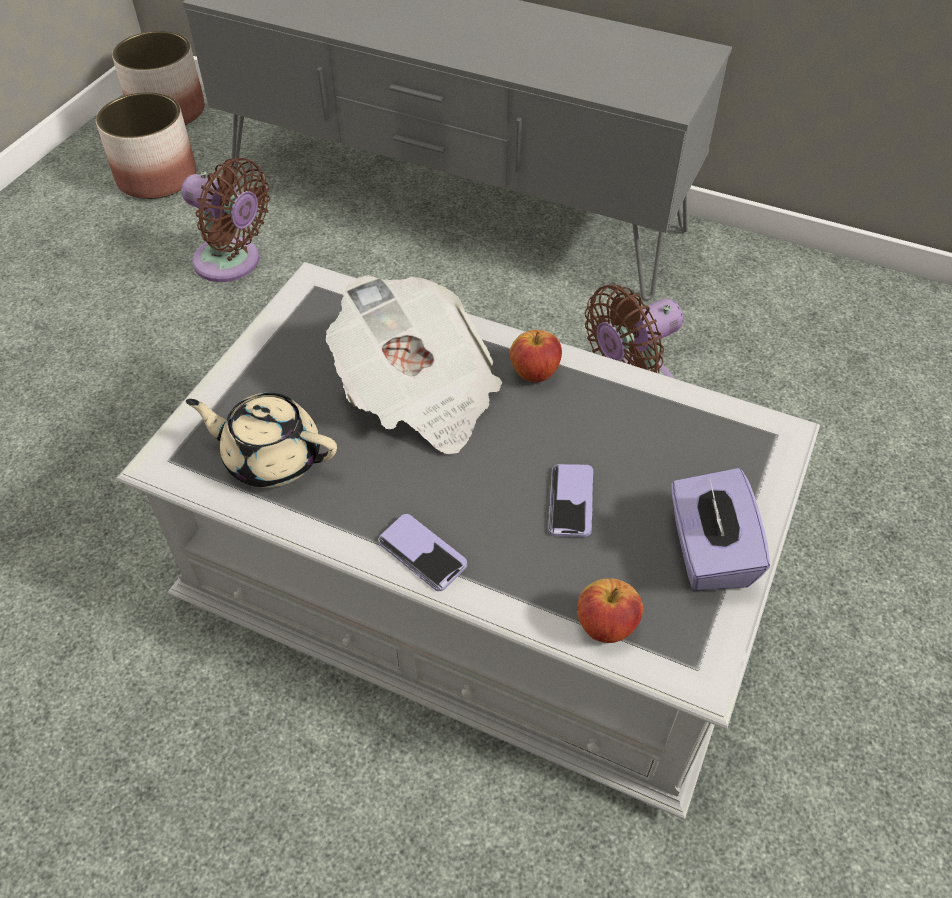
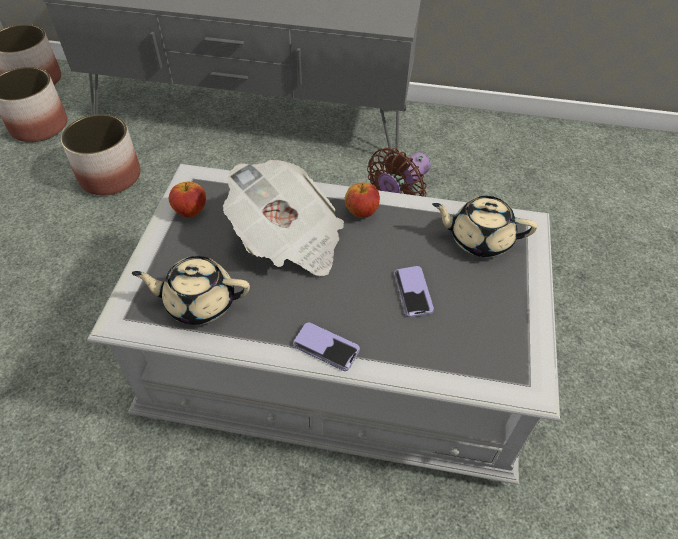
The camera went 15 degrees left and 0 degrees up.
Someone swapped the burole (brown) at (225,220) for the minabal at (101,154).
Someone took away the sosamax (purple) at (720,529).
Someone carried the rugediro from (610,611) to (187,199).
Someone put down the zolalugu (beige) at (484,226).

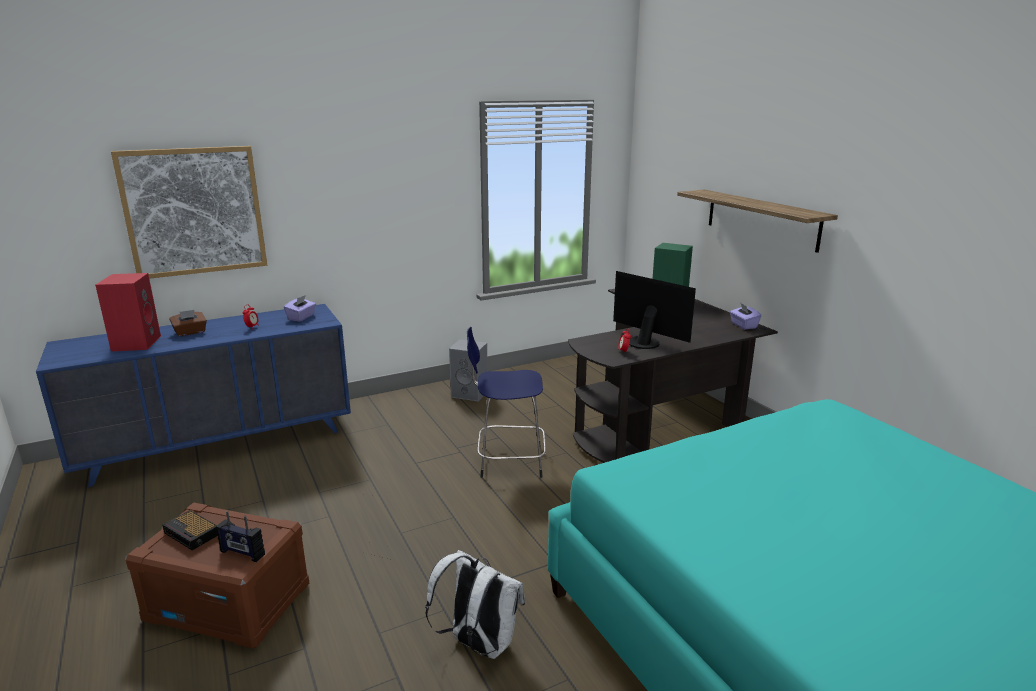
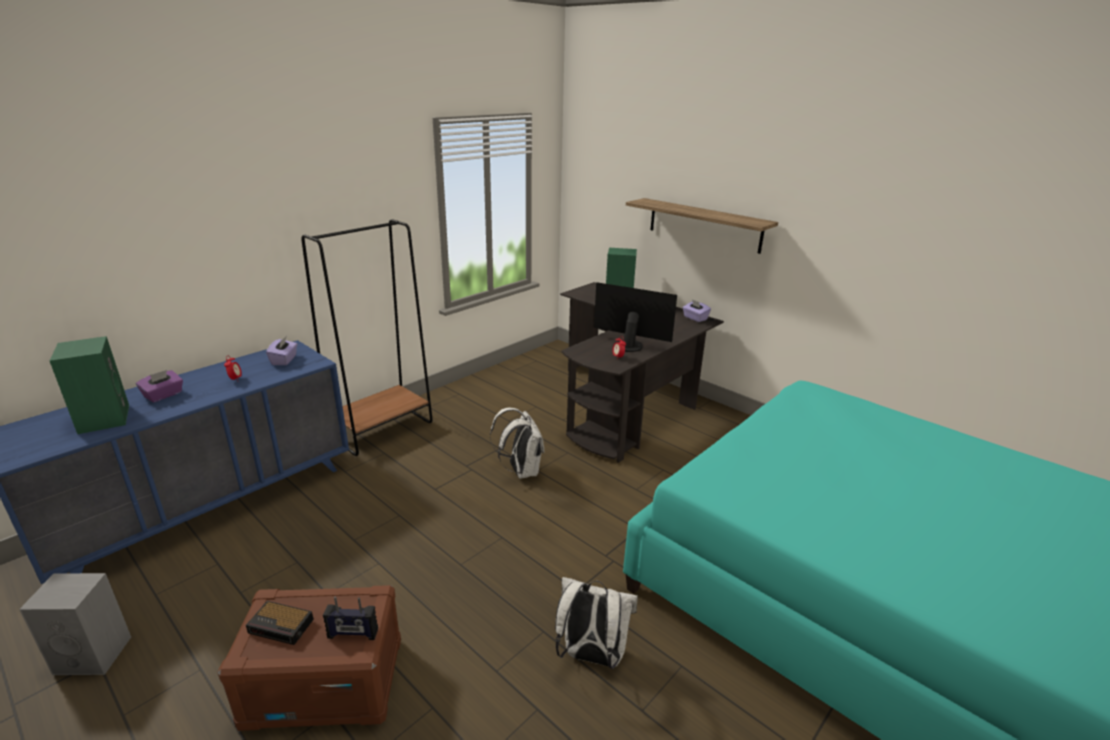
The camera went 20 degrees left and 5 degrees up.
Someone took away the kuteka at (189,212).
Someone repainted the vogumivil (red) at (128,312), which became the vogumivil (green) at (89,385).
Someone repainted the sosamax (brown) at (188,323), which became the sosamax (purple) at (159,386).
Someone swapped the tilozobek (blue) at (506,402) for the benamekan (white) at (517,443).
Someone carried the vogumivil (grey) from (468,370) to (75,624).
Someone put down the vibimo at (367,337).

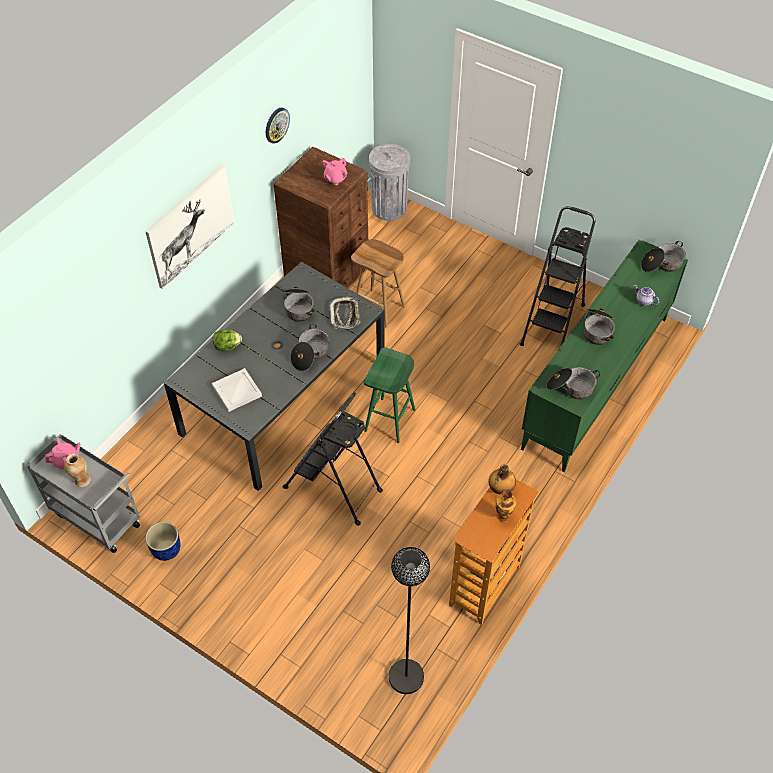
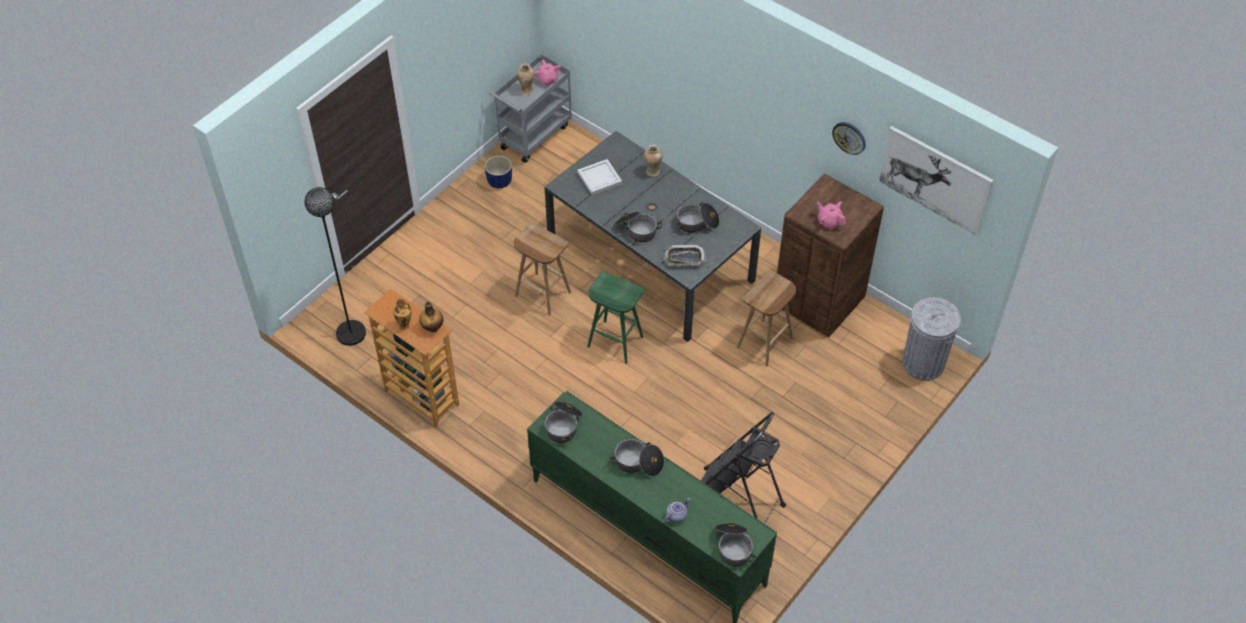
The camera went 95 degrees right and 0 degrees up.
Someone carried the kuteka from (189,226) to (936,181).
Someone swapped the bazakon at (227,340) for the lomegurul at (653,161).
Someone swapped the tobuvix at (333,459) for the tilozobek (brown) at (542,269).

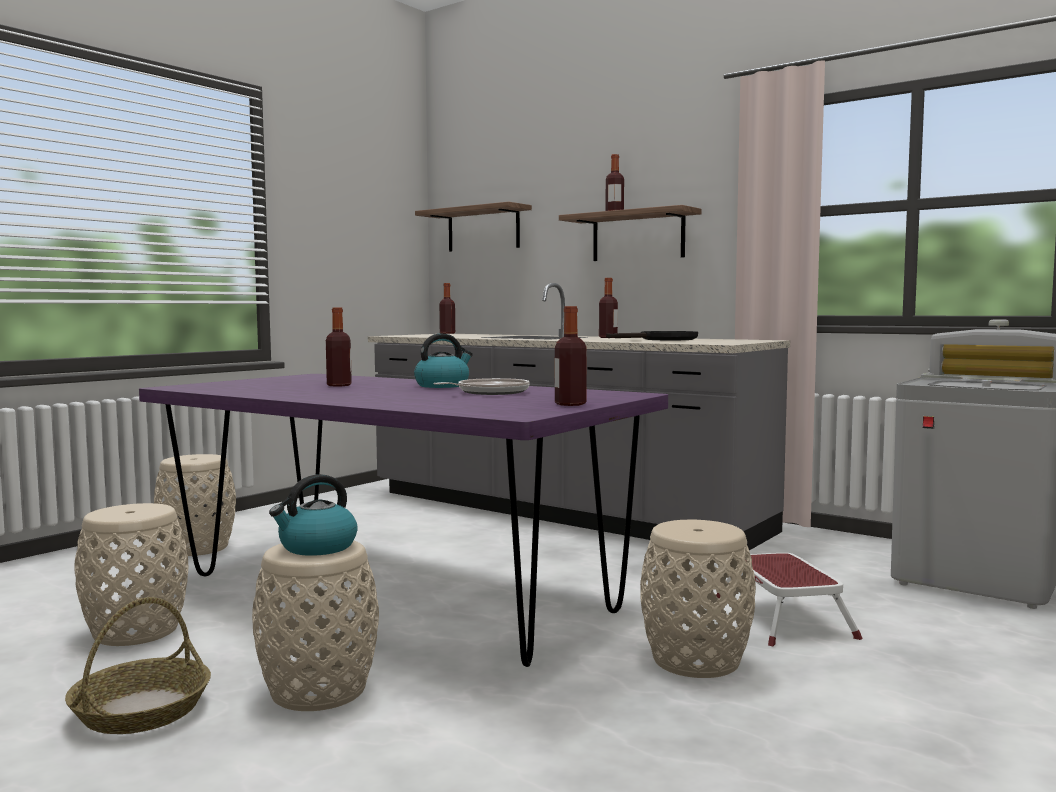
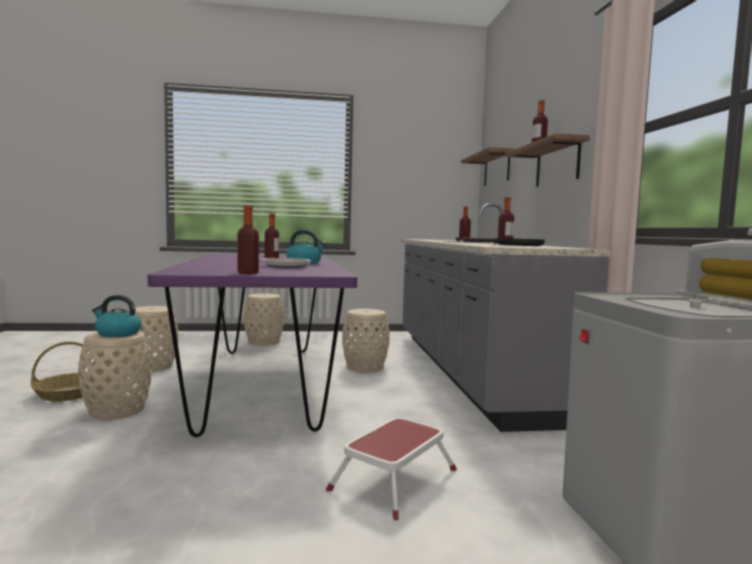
The camera went 45 degrees right and 0 degrees up.
Someone carried the tilozobek (beige) from (698,599) to (366,340).

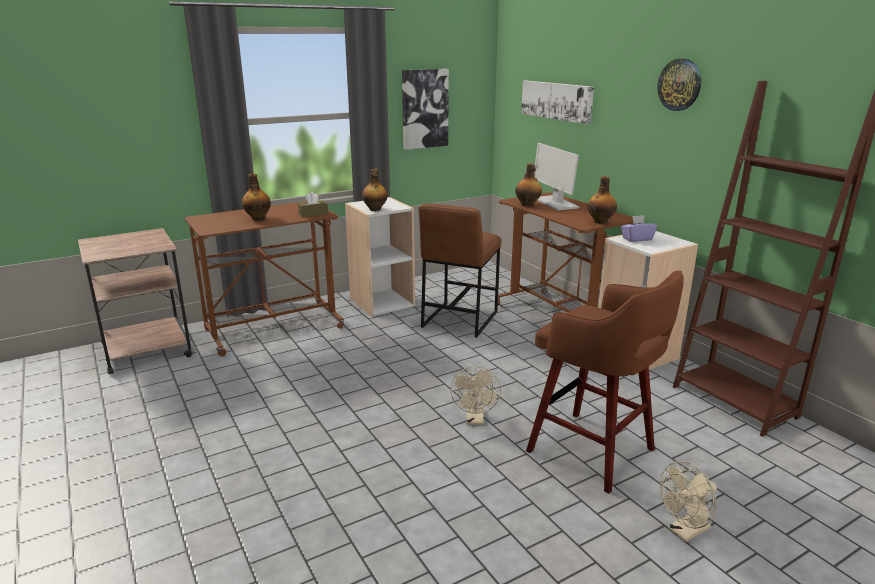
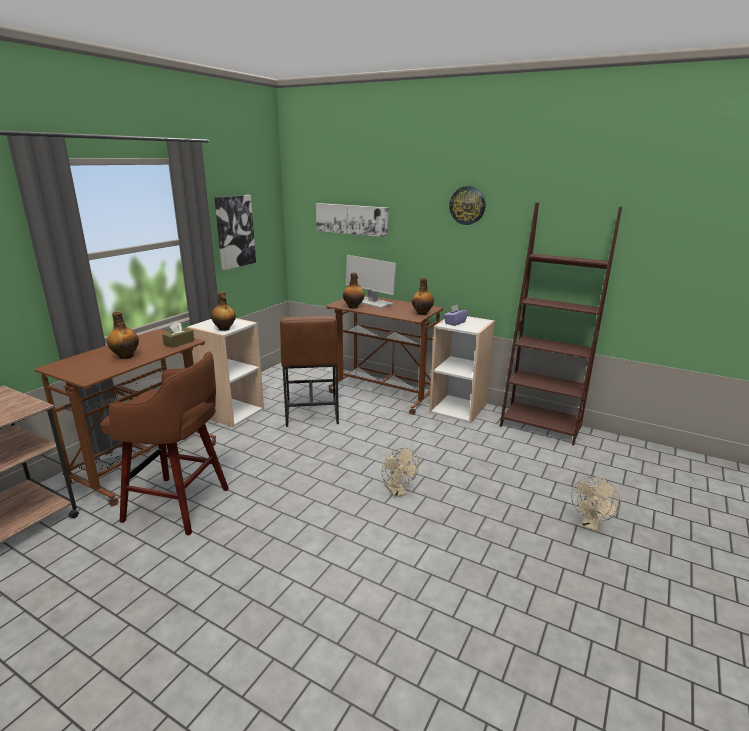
The camera went 30 degrees left and 0 degrees up.
Someone carried the tilozobek (brown) from (605,382) to (165,443).

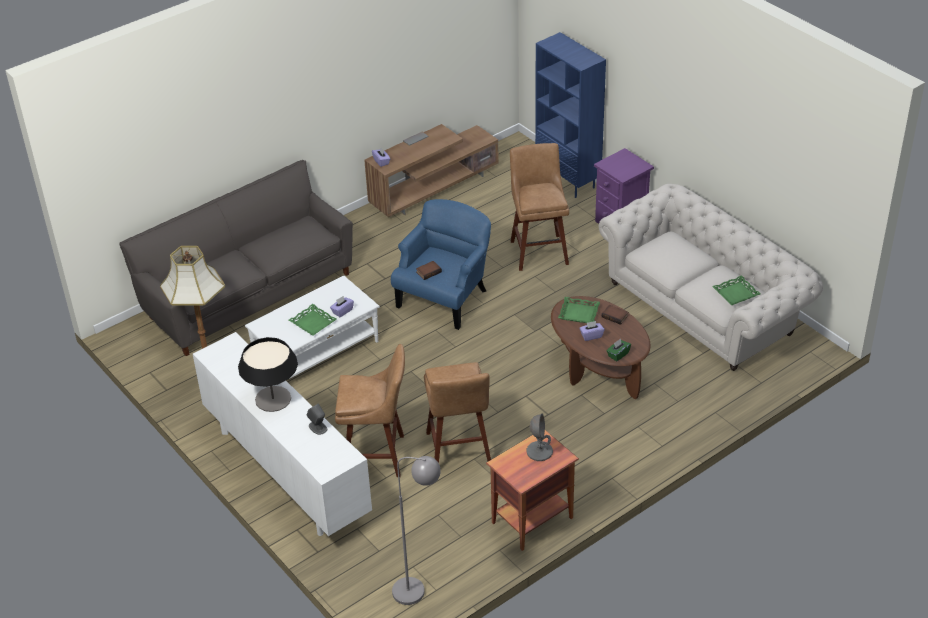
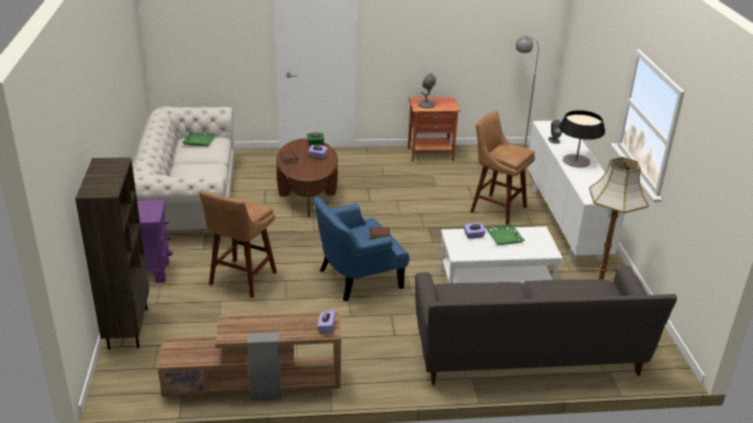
The camera went 150 degrees left and 10 degrees down.
Someone repainted the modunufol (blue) at (570,115), which became the modunufol (brown) at (112,253).
Someone took away the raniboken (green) at (579,310).
Someone took away the tilozobek (brown) at (457,412).

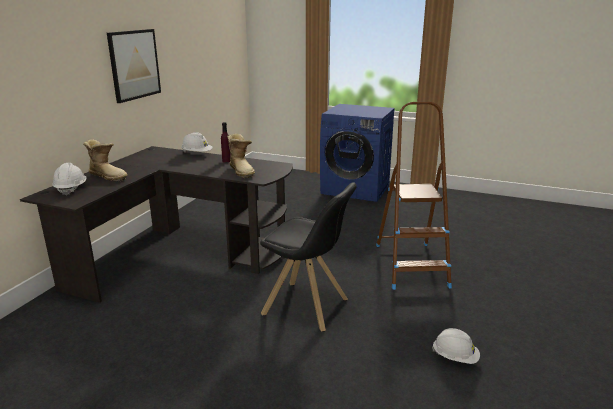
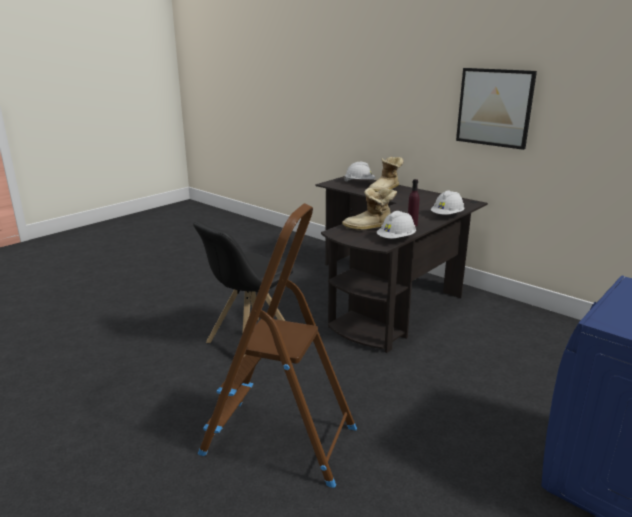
The camera went 110 degrees right and 0 degrees up.
Someone carried the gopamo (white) from (456,346) to (396,225).

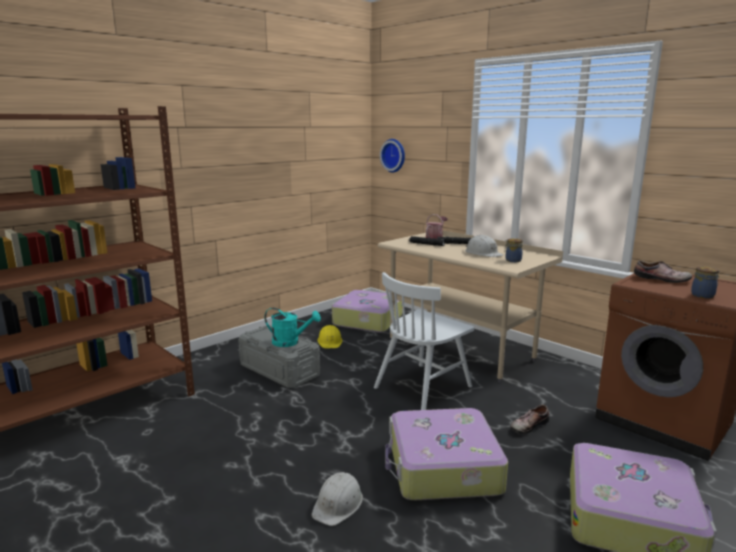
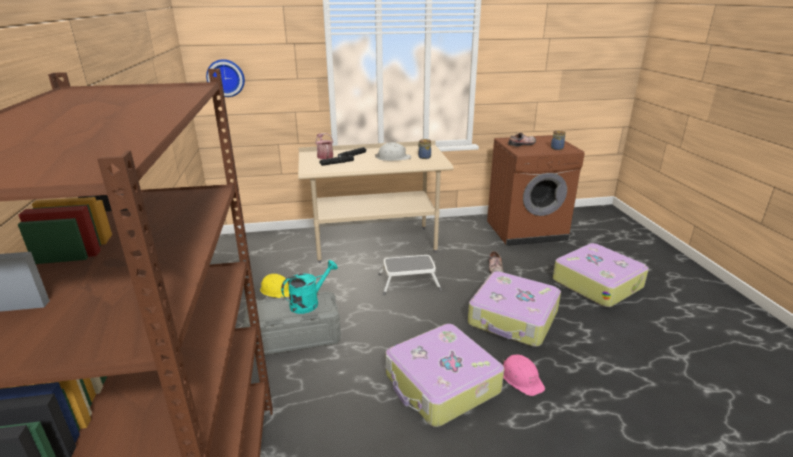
The camera went 55 degrees left and 10 degrees up.
Someone swapped the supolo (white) at (424,341) for the tobuvix (grey) at (410,275).
Someone carried the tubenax from (367,311) to (445,375).
Someone repainted the gopamo (white) at (337,499), which became the gopamo (pink) at (523,375).

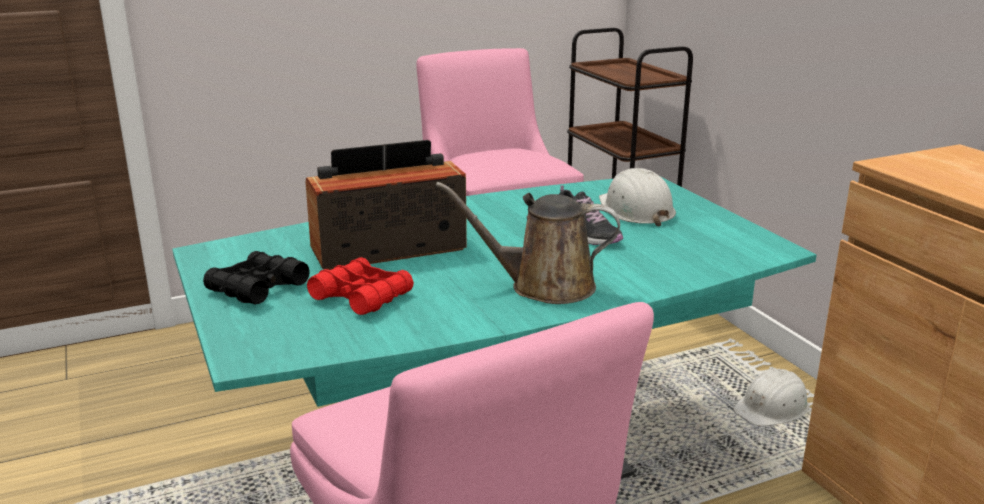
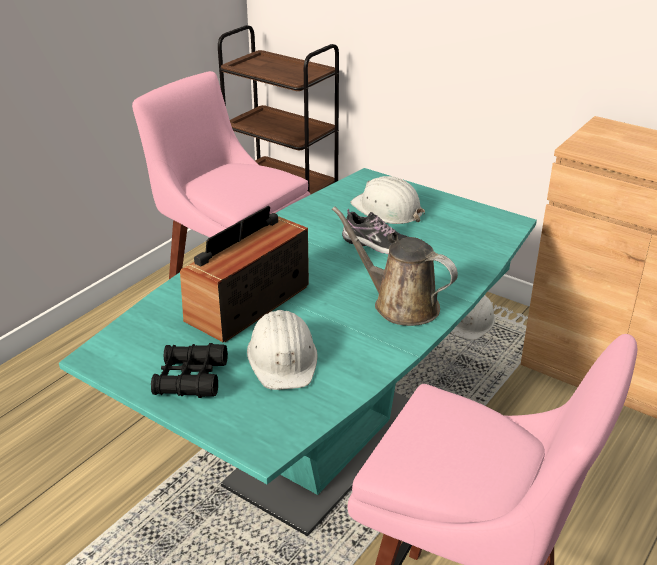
The camera went 30 degrees left and 10 degrees up.
Someone rotated the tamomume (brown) at (527,243) by 60 degrees clockwise.
Someone swapped the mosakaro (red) at (360,286) for the gopamo (white) at (282,350).

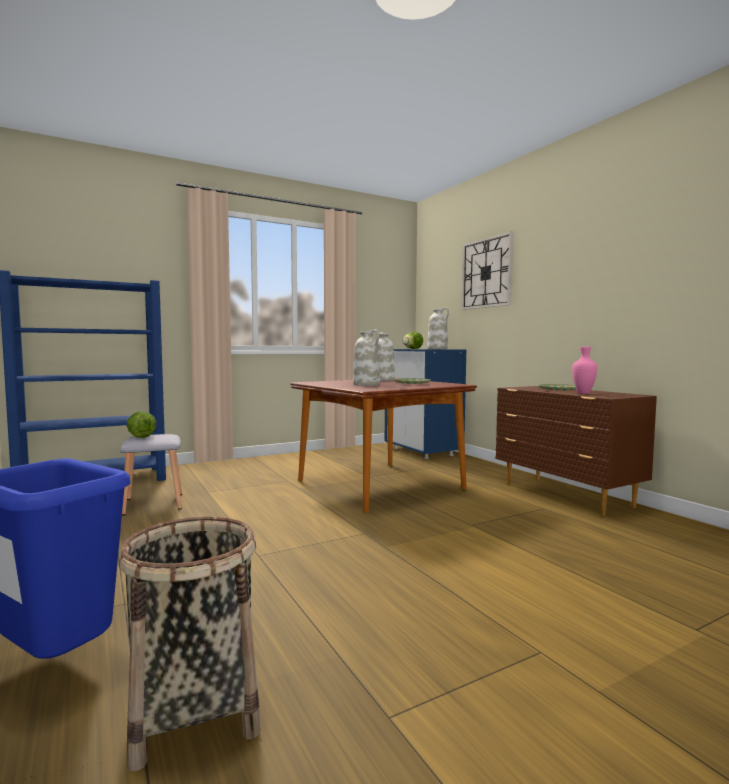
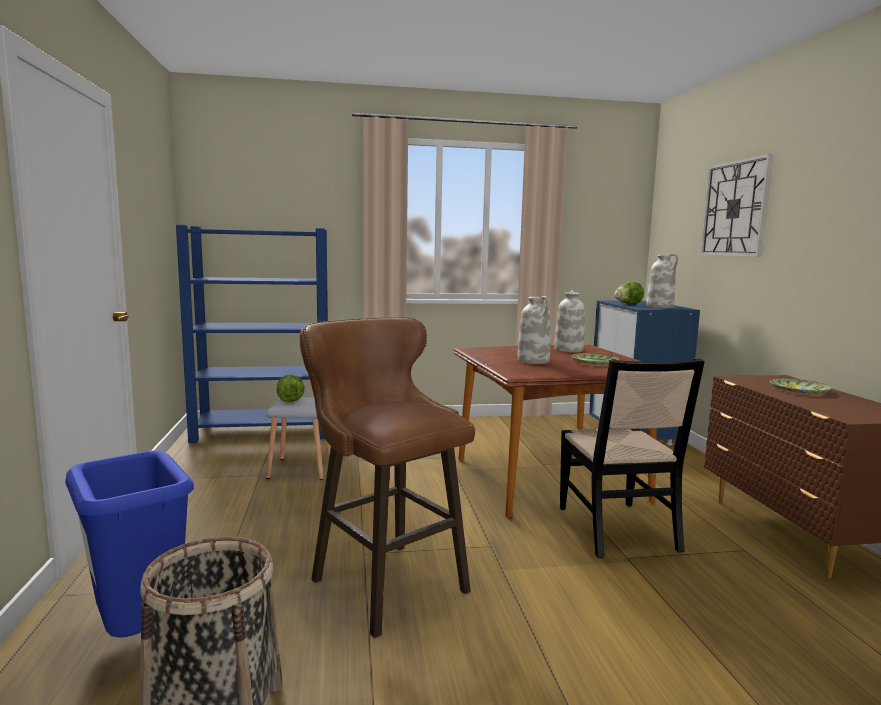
The camera went 20 degrees right and 5 degrees up.
Someone took away the lomegurul (pink) at (584,370).
Someone put down the tilozobek (brown) at (387,477).
Someone put down the supolo at (632,458).

